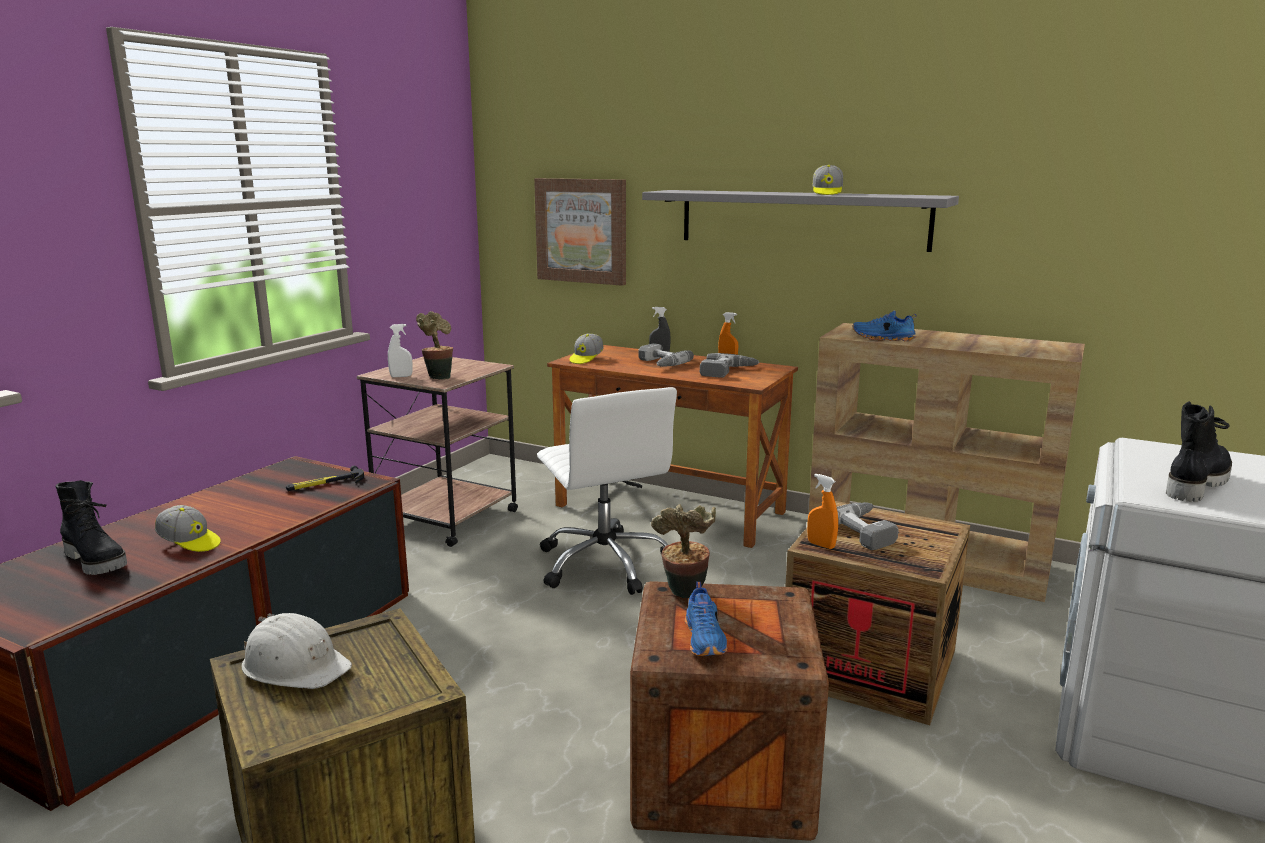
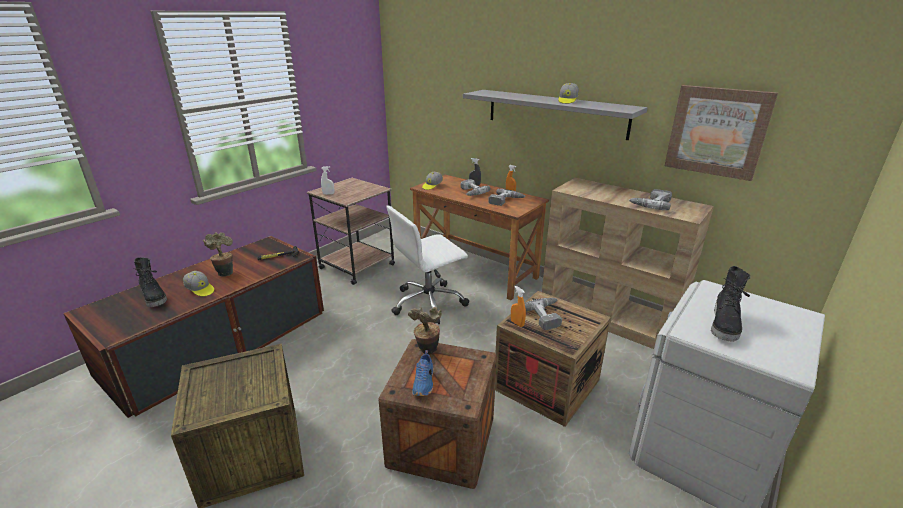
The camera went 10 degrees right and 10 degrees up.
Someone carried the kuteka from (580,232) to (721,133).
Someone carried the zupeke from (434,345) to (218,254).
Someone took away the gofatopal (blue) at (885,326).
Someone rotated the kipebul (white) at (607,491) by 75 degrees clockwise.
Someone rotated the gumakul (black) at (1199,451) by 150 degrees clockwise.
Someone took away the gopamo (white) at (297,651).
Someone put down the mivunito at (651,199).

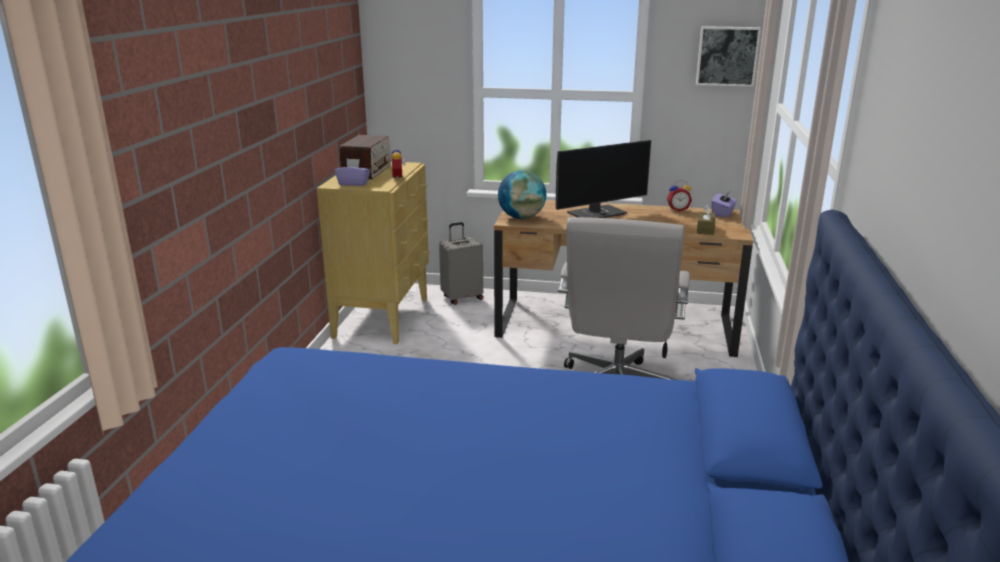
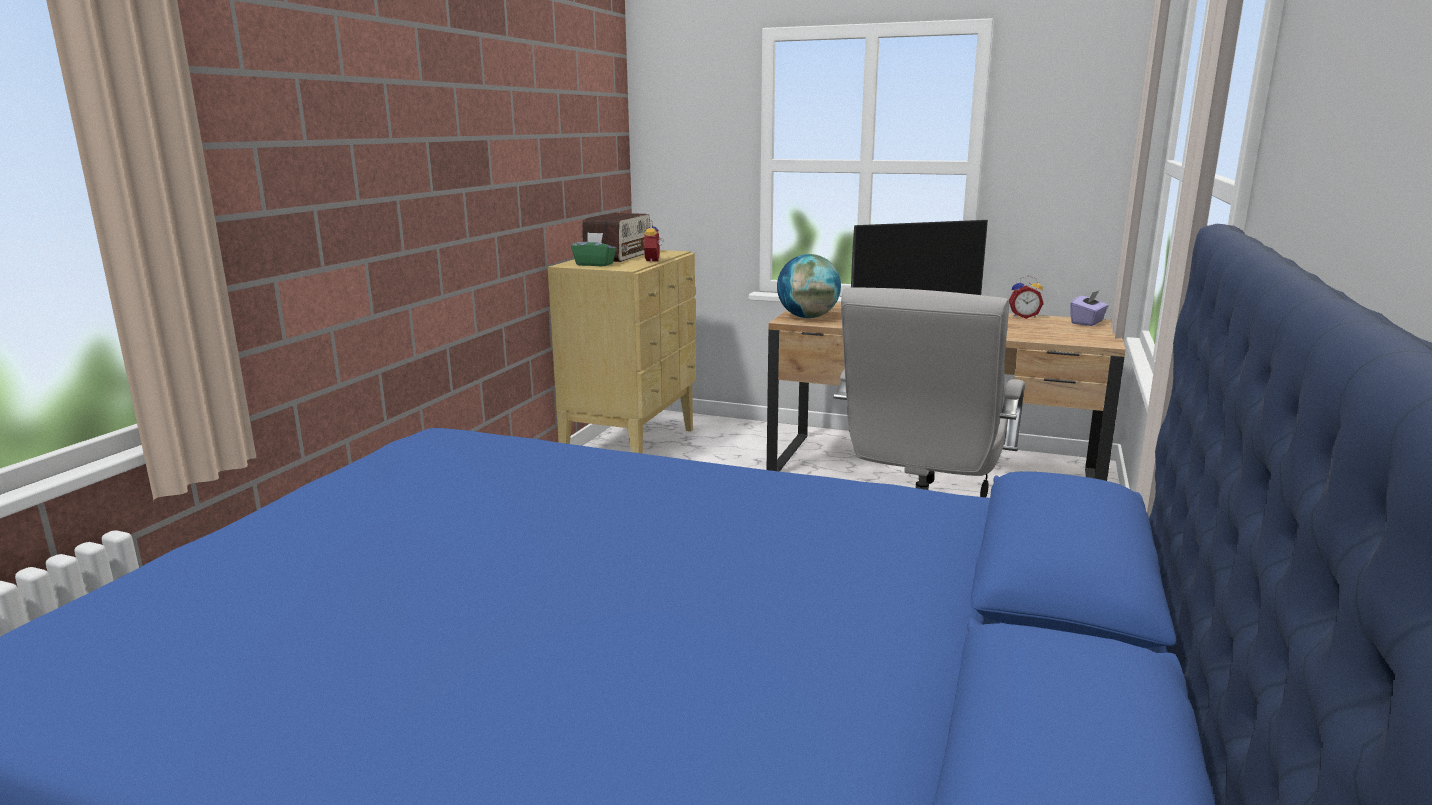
The camera went 10 degrees right and 5 degrees down.
Someone took away the kuteka at (728,56).
Someone repainted the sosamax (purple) at (352,172), which became the sosamax (green) at (594,249).
Someone took away the sosamax (brown) at (706,219).
Someone took away the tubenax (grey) at (461,263).

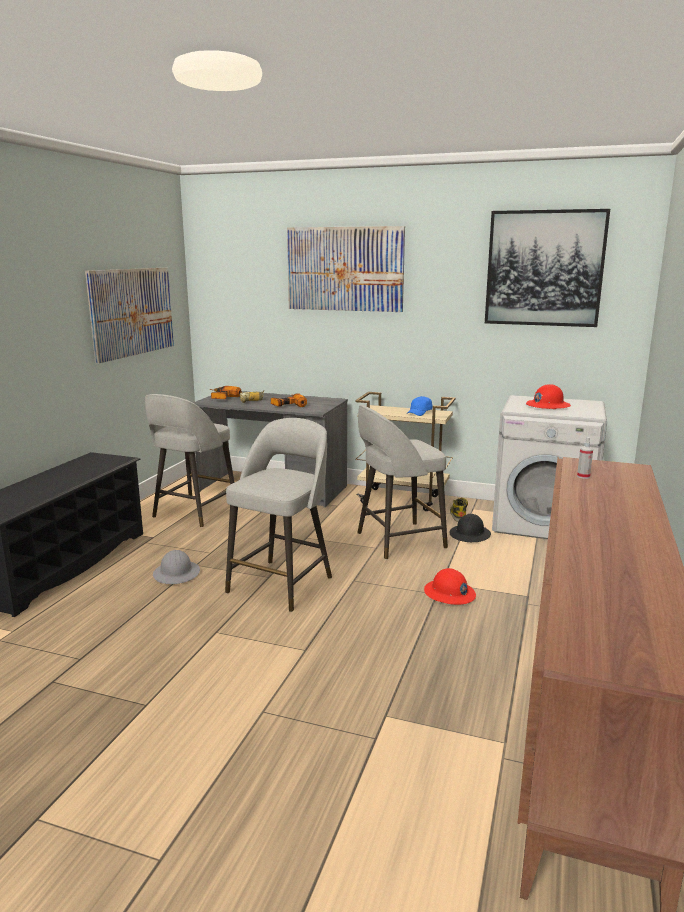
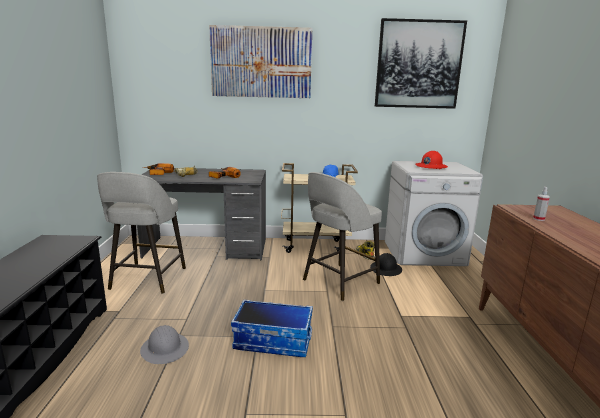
The camera went 20 degrees left and 0 degrees up.
Someone took away the kuteka at (129,316).
Someone swapped the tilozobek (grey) at (278,515) for the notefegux at (272,328).
Someone took away the gopamo (red) at (450,586).

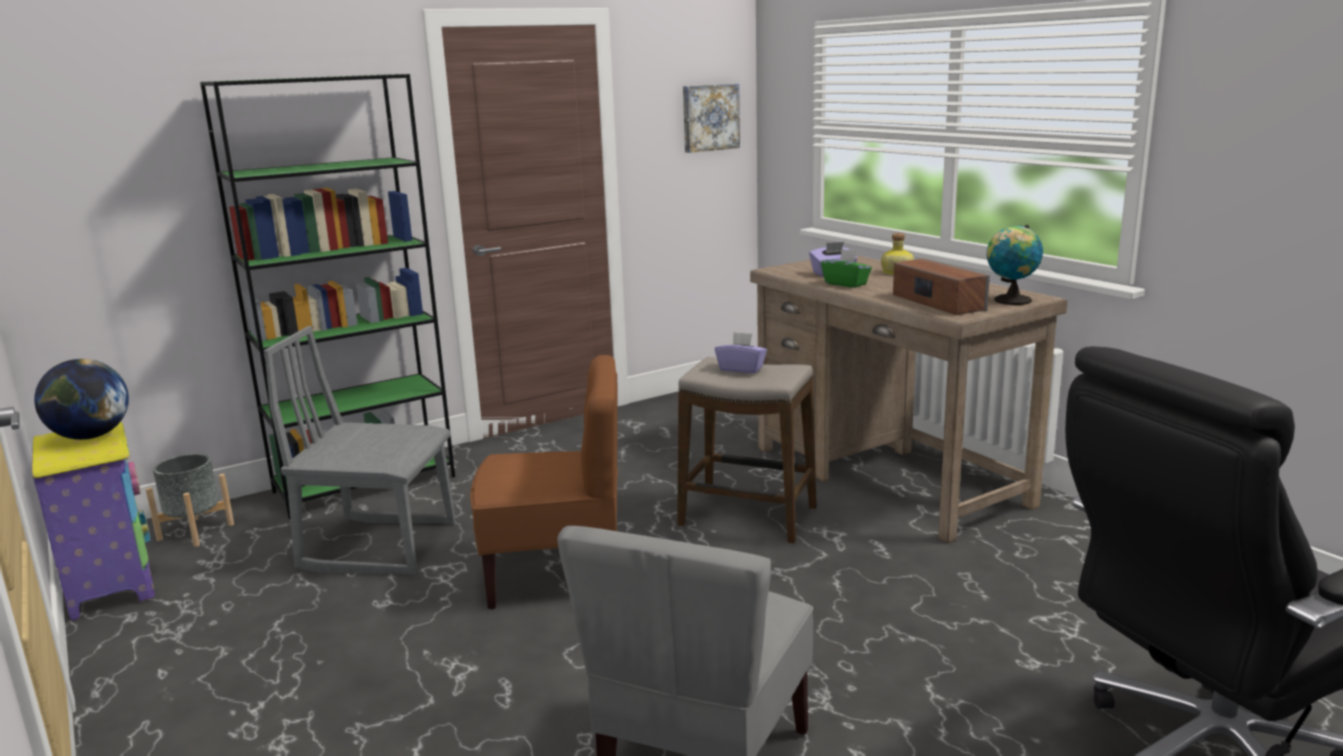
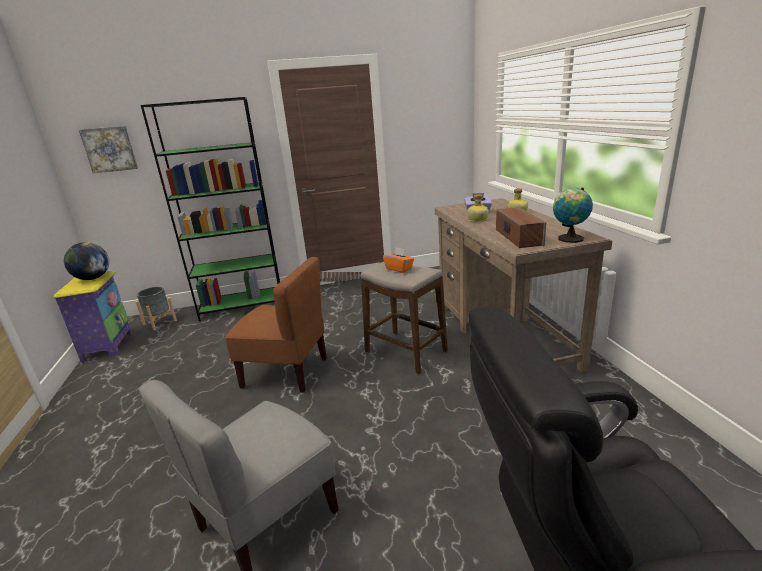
The camera went 20 degrees right and 5 degrees up.
Someone carried the kuteka from (711,118) to (108,149).
Someone swapped the sosamax (green) at (846,268) for the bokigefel at (478,208).
Someone took away the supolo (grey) at (359,450).
Someone repainted the sosamax (purple) at (741,352), which became the sosamax (orange) at (398,260).

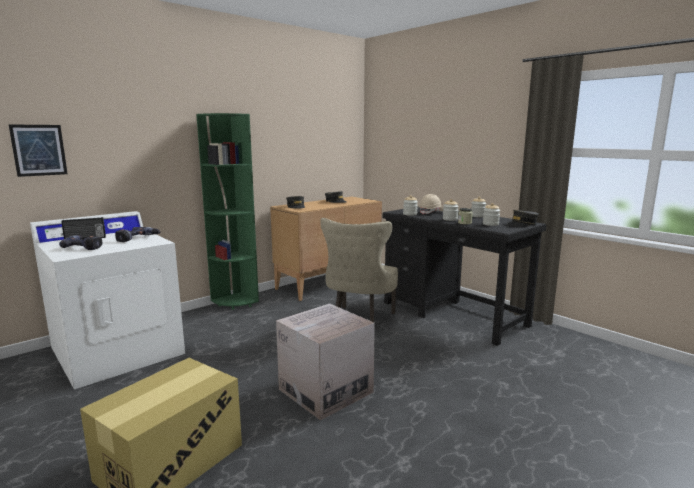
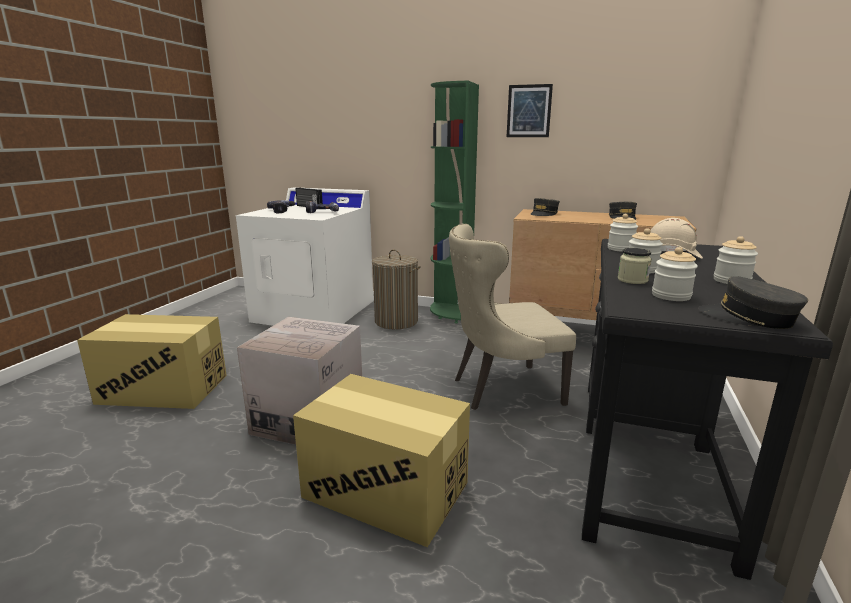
The camera went 60 degrees right and 5 degrees up.
Someone carried the kuteka from (38,150) to (530,110).
Someone put down the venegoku at (396,289).
Someone put down the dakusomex at (381,460).

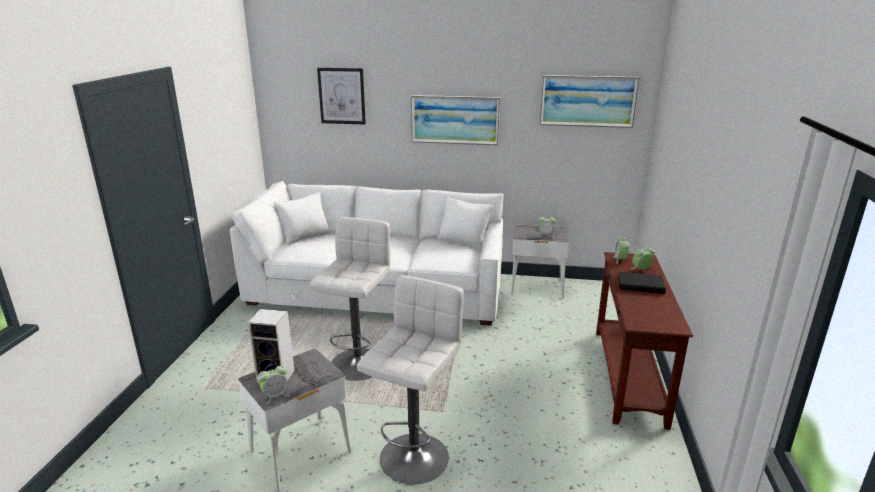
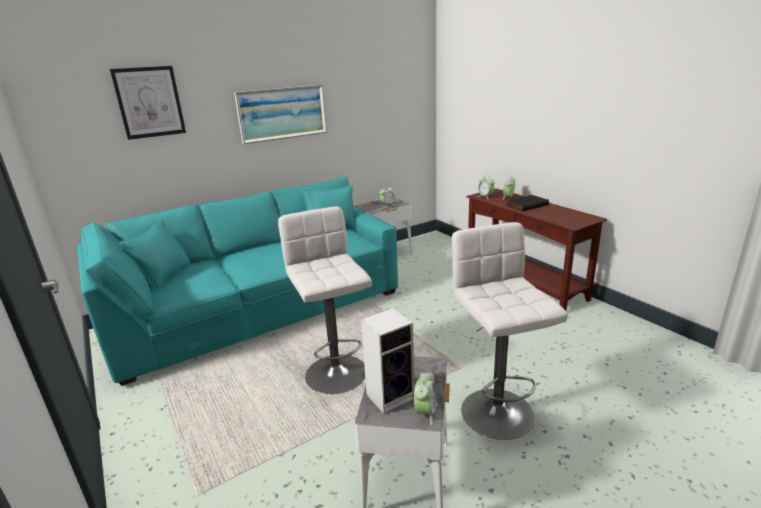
The camera went 40 degrees left and 0 degrees up.
Someone took away the kuteka at (590,101).
Someone repainted the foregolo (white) at (367,253), which became the foregolo (turquoise) at (237,281).

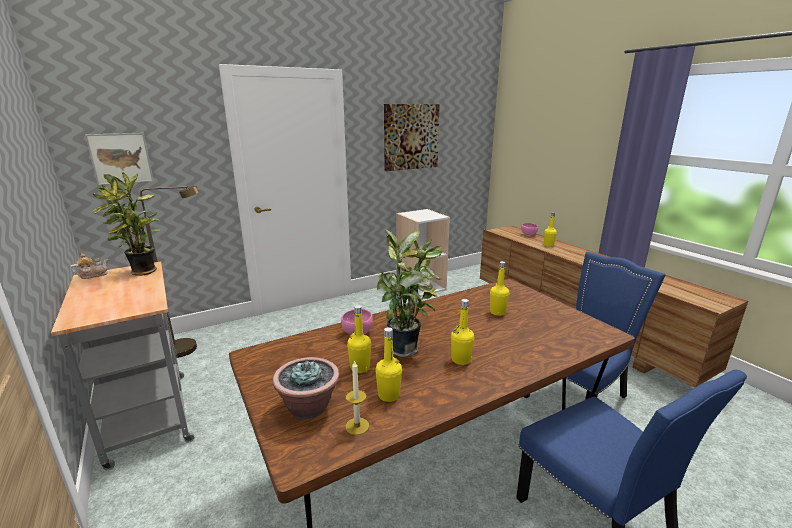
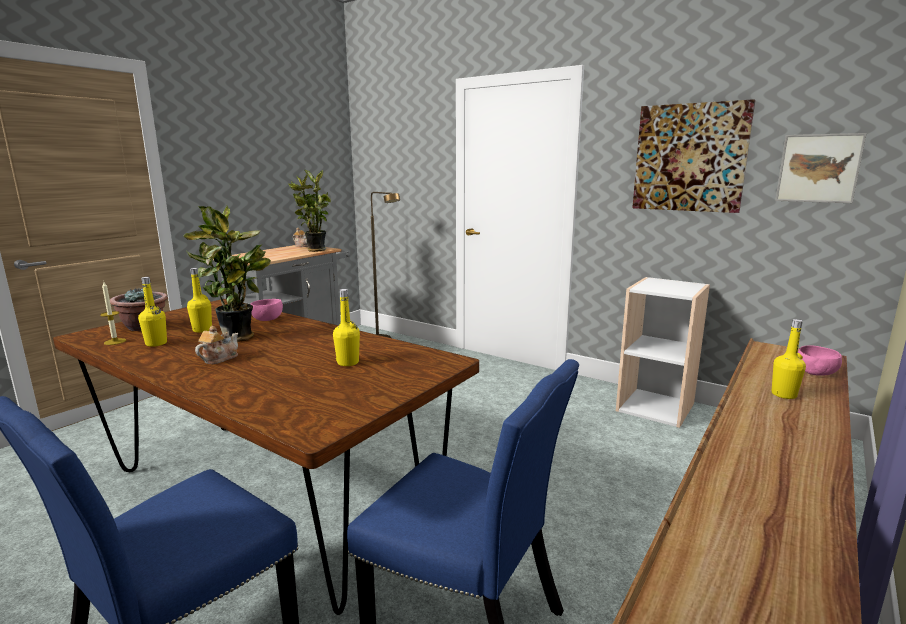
The camera went 65 degrees right and 5 degrees down.
Someone carried the kuteka from (119,159) to (821,168).
Someone swapped the bokigefel (yellow) at (462,332) for the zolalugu at (216,345).

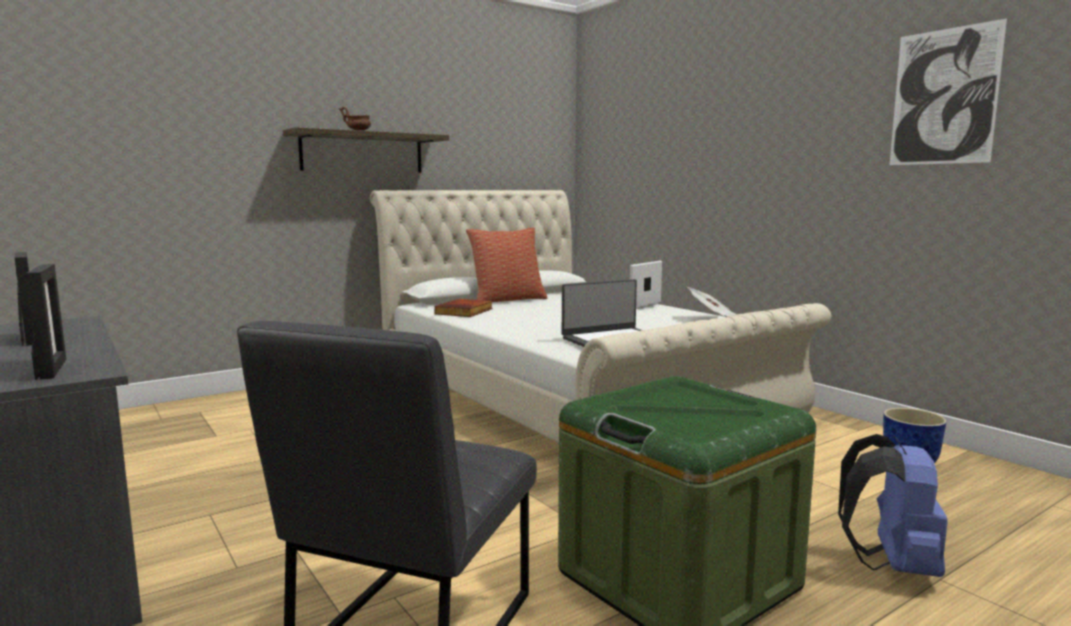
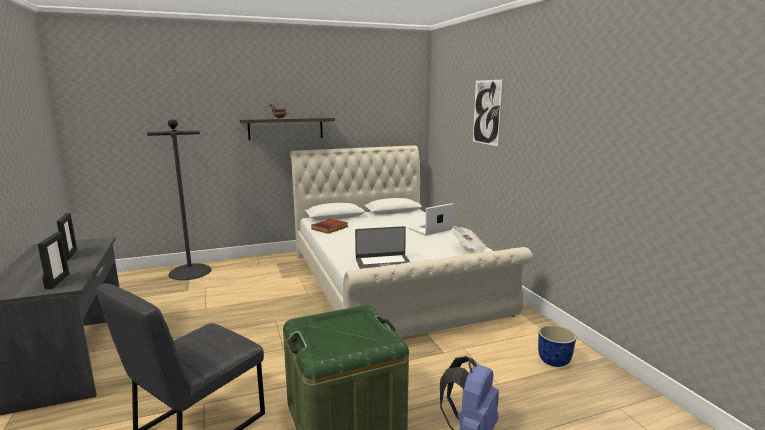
The camera went 15 degrees right and 5 degrees up.
Someone carried the kuteka from (948,91) to (487,113).
Someone took away the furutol at (506,265).
Someone put down the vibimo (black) at (179,199).

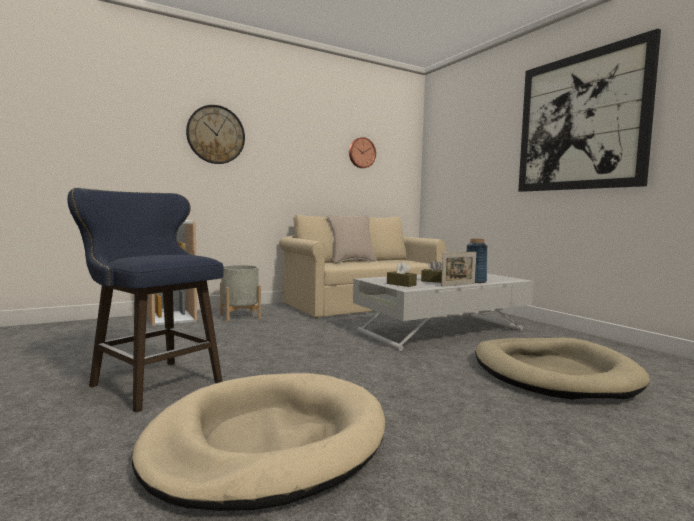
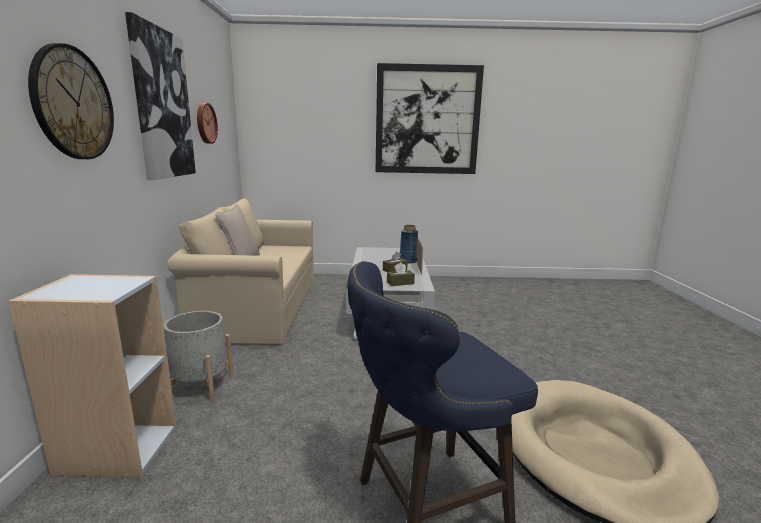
The camera went 60 degrees left and 10 degrees up.
Someone took away the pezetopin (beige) at (562,368).
Someone put up the kuteka at (160,96).

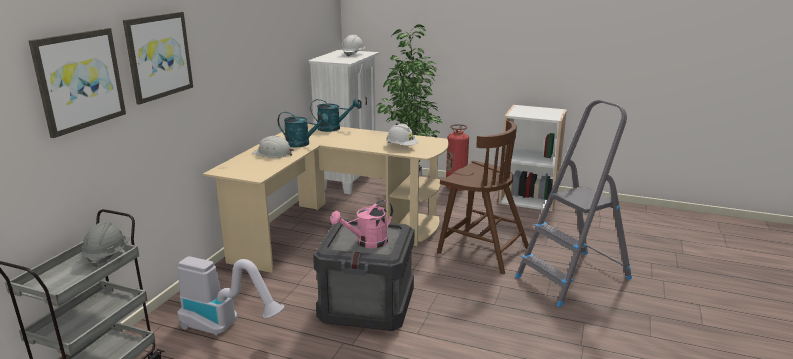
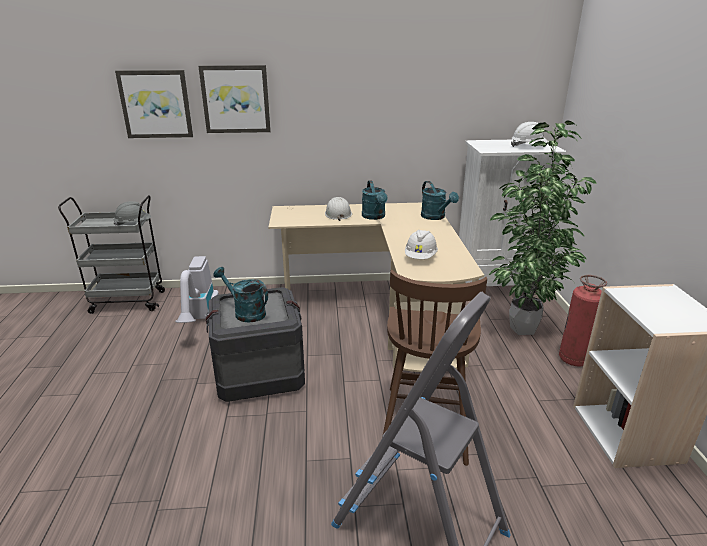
The camera went 65 degrees right and 5 degrees up.
Someone repainted the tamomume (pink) at (361,224), which became the tamomume (turquoise) at (240,295).

